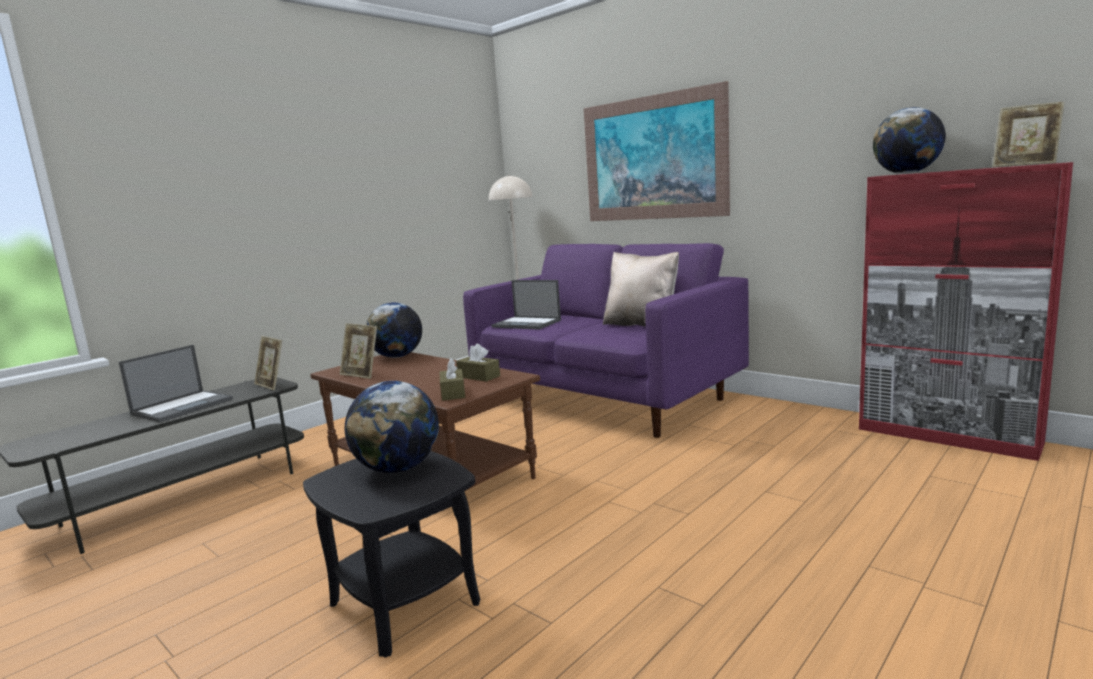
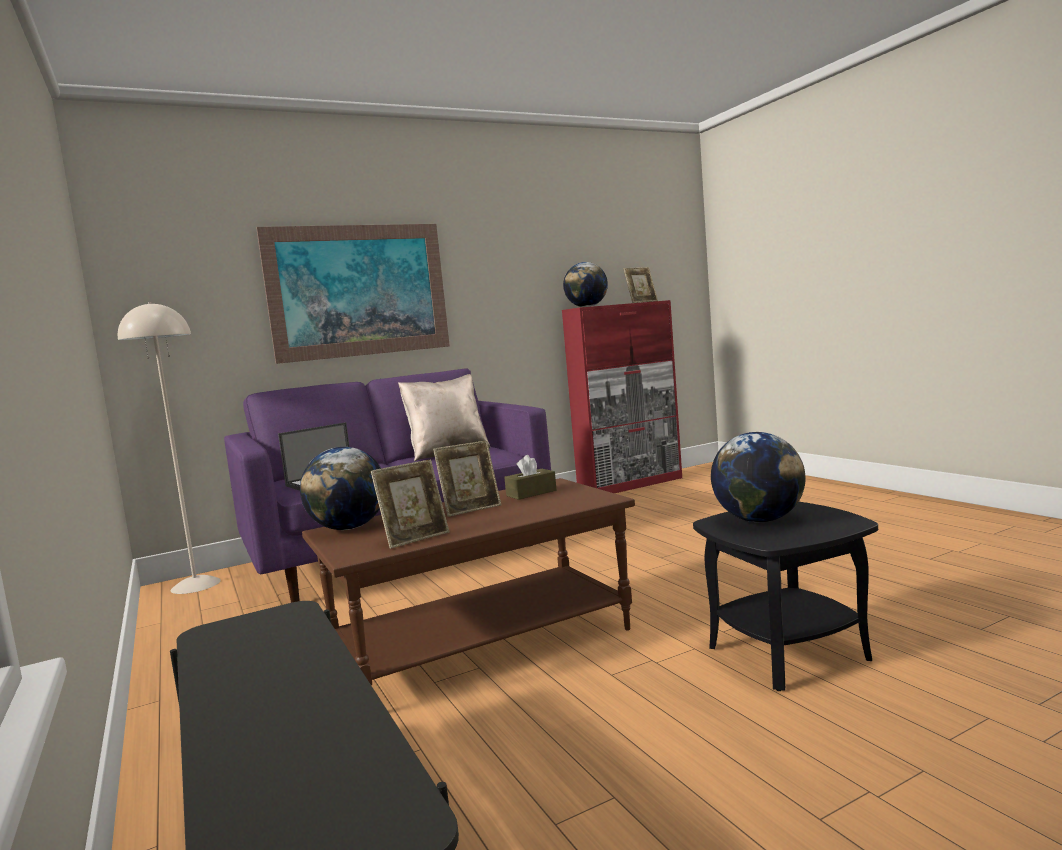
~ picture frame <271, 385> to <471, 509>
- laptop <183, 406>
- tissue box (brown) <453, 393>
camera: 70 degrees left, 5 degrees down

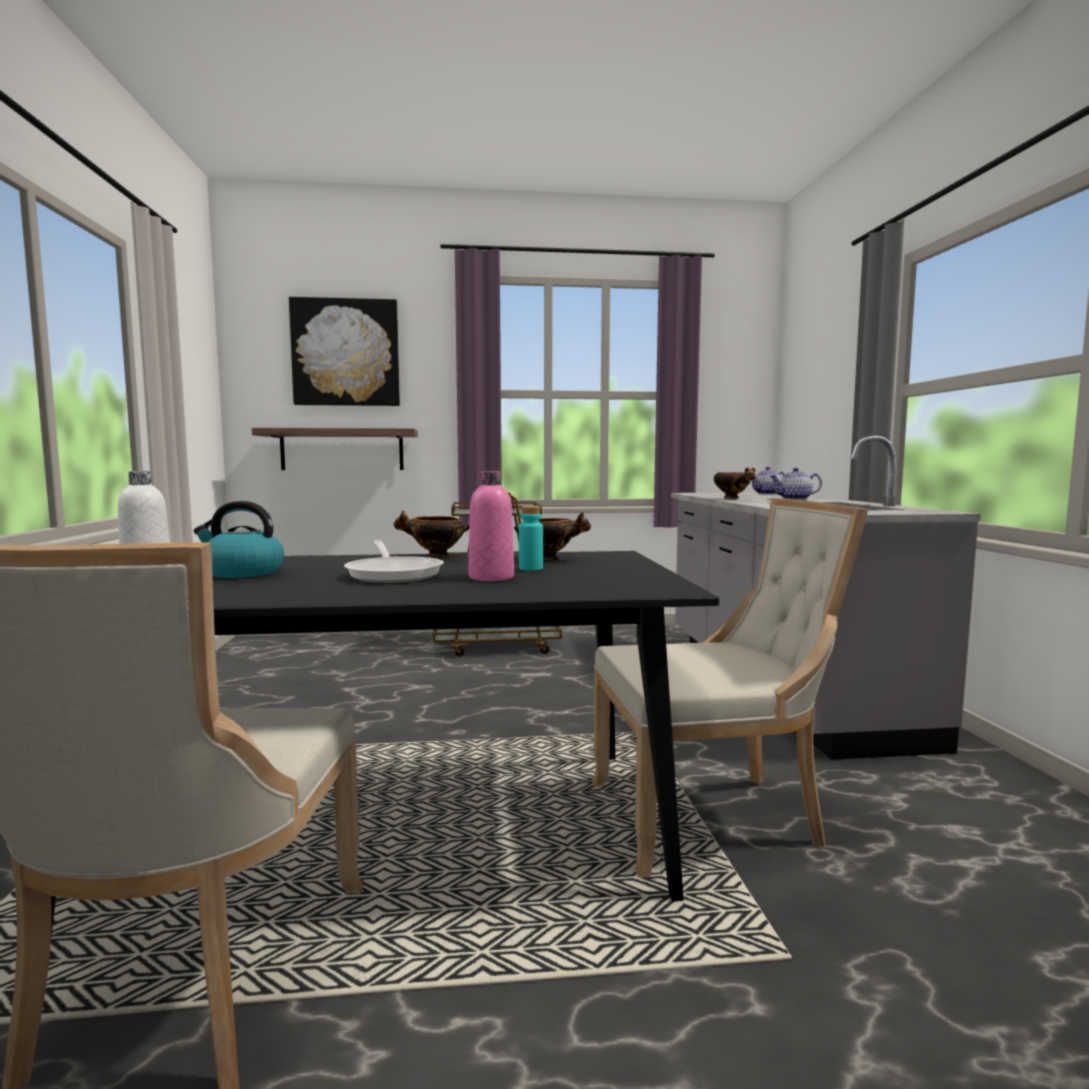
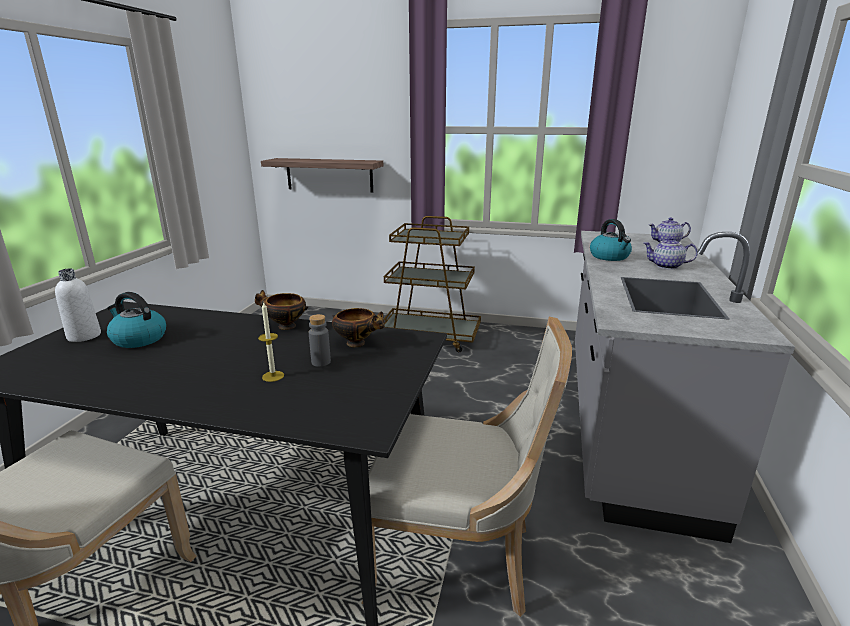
~ bottle (pink) <491, 577> to candle <273, 376>
~ bottle (turquoise) <531, 568> to bottle (grey) <321, 362>
~ bowl <733, 498> to kettle <610, 257>
- picture <346, 353>
- frying pan <394, 574>
camera: 20 degrees right, 15 degrees up

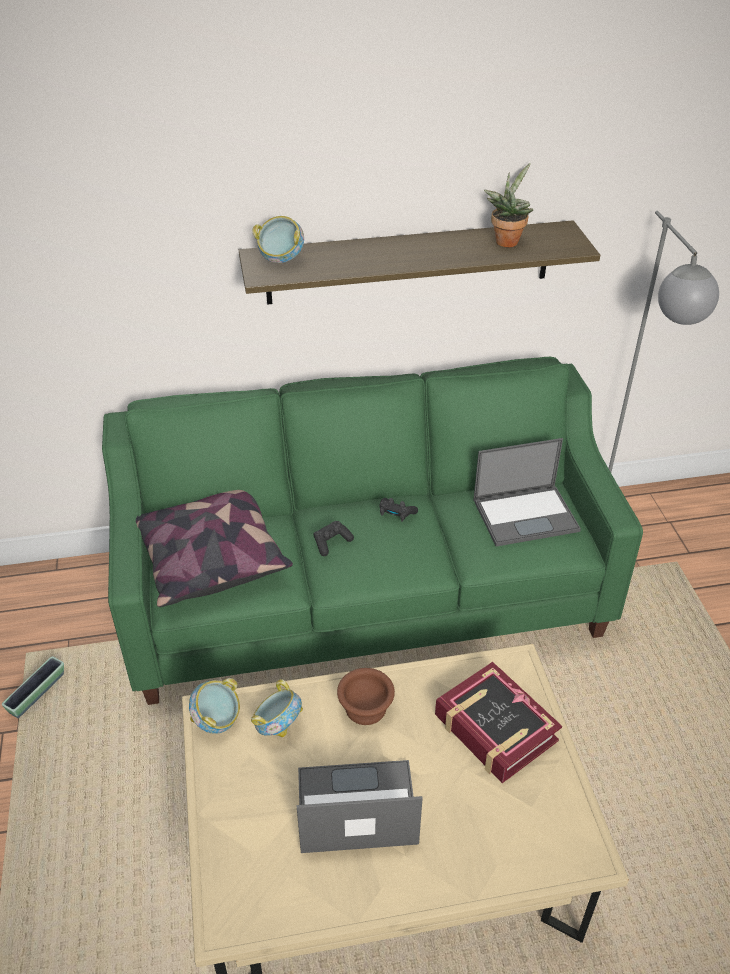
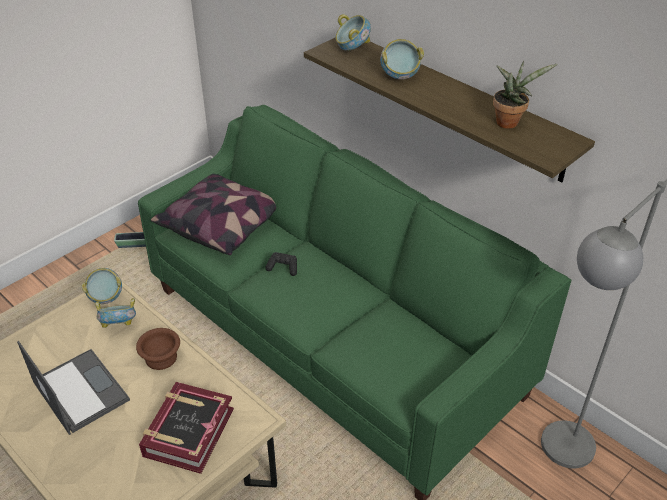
+ bowl <399, 76>
- game controller (black) <396, 514>
- laptop <526, 515>
camera: 55 degrees right, 0 degrees up

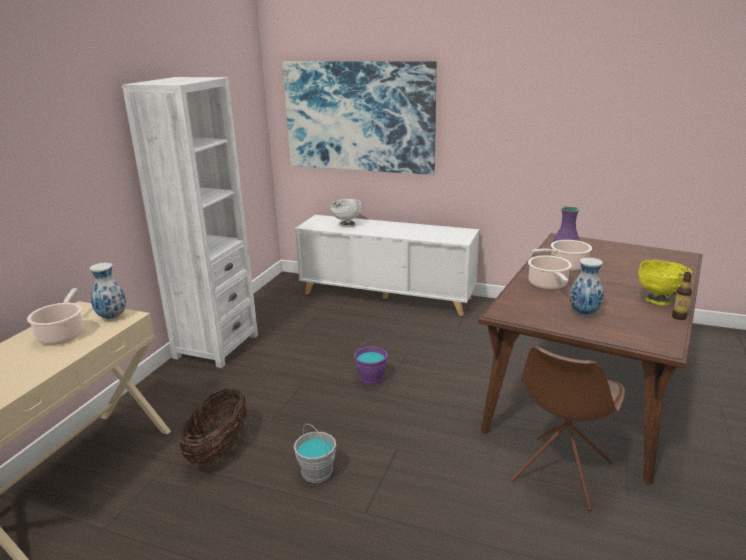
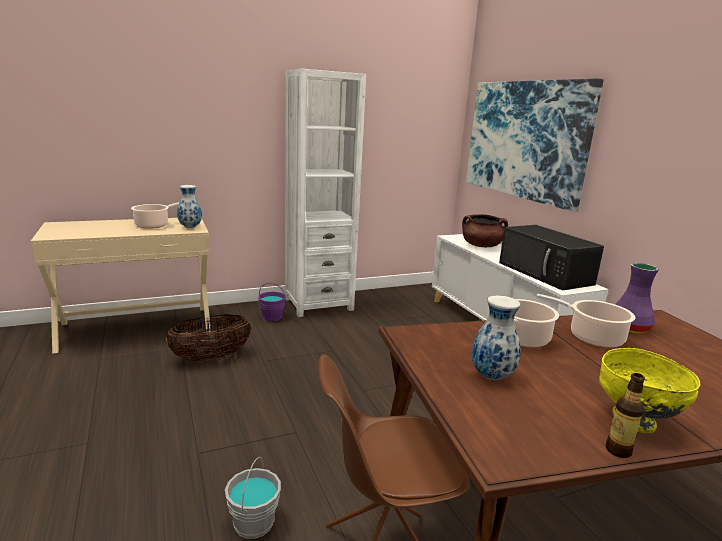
~ bucket (grey) <317, 472> to <254, 523>
~ bucket (purple) <371, 378> to <272, 317>
~ bowl (white) <347, 225> to cooking pot (brown) <481, 246>
+ microwave (black) <546, 273>
camera: 45 degrees right, 5 degrees down

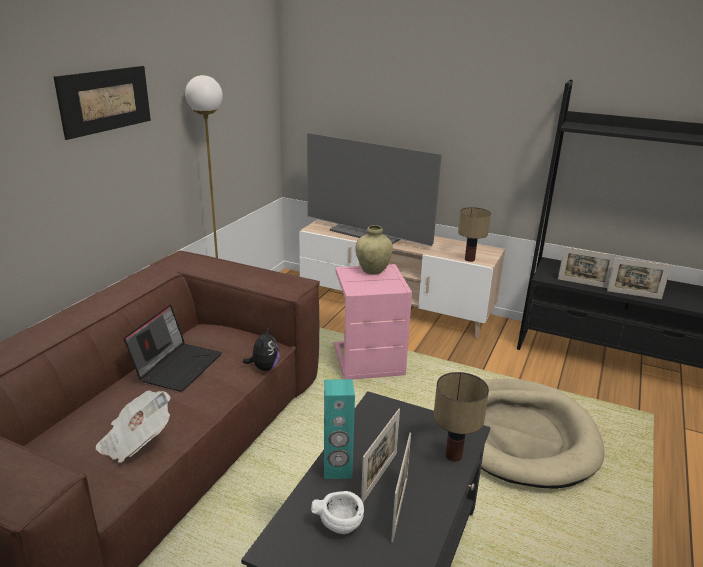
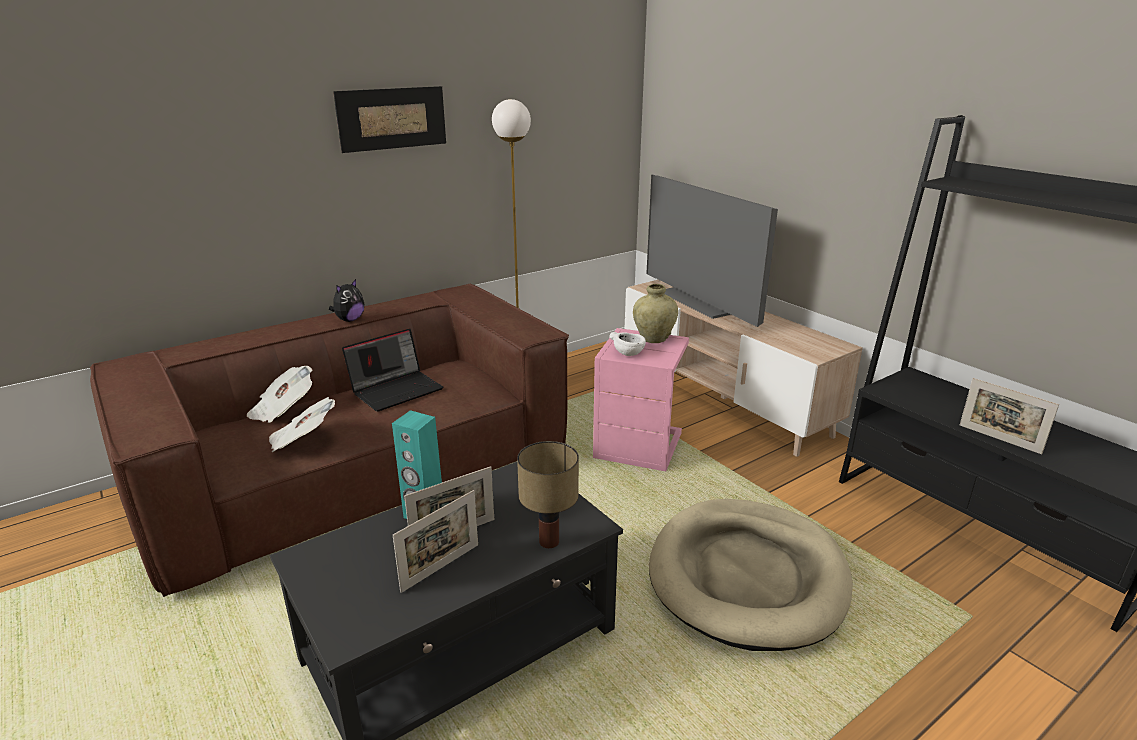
+ newspaper <283, 410>
~ plush toy <264, 367> to <349, 320>
~ bowl (white) <340, 523> to <628, 353>
- table lamp <470, 259>
- picture frame <583, 283>
camera: 30 degrees right, 0 degrees up

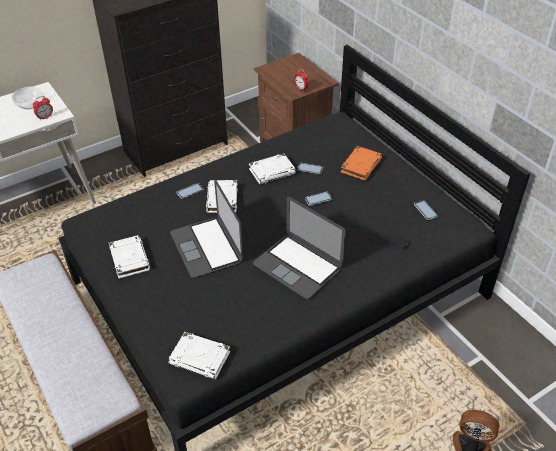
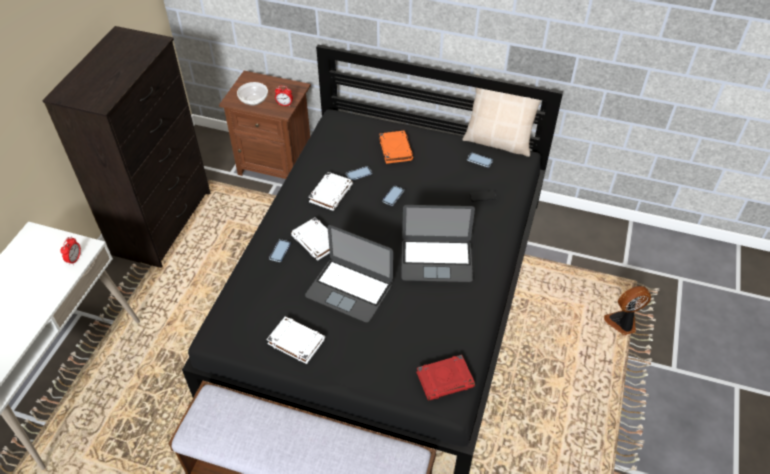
~ bowl <30, 104> to <254, 100>
~ book (white) <200, 358> to book (red) <445, 379>
+ pillow (beige) <498, 141>
camera: 40 degrees left, 5 degrees up

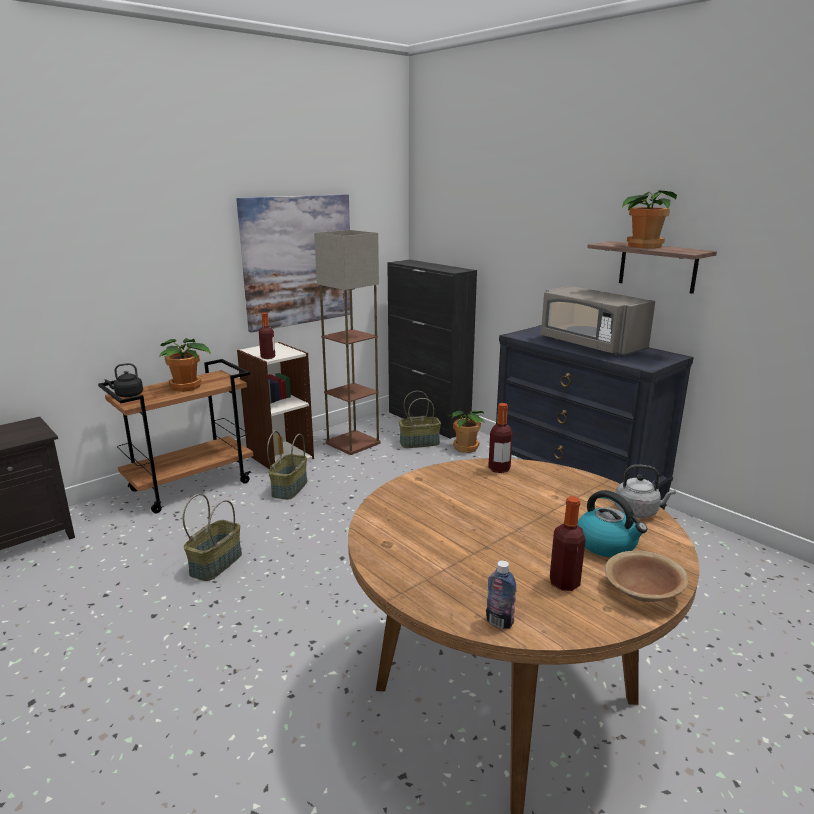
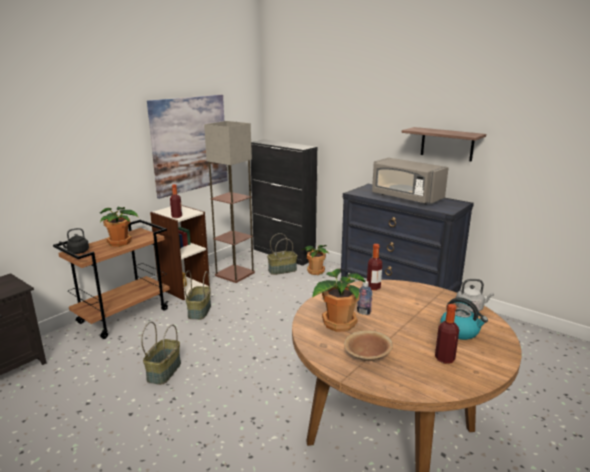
~ potted plant <643, 246> to <337, 323>
~ bowl (brown) <642, 592> to <367, 355>
~ bottle <499, 622> to <364, 312>
camera: 10 degrees left, 0 degrees up

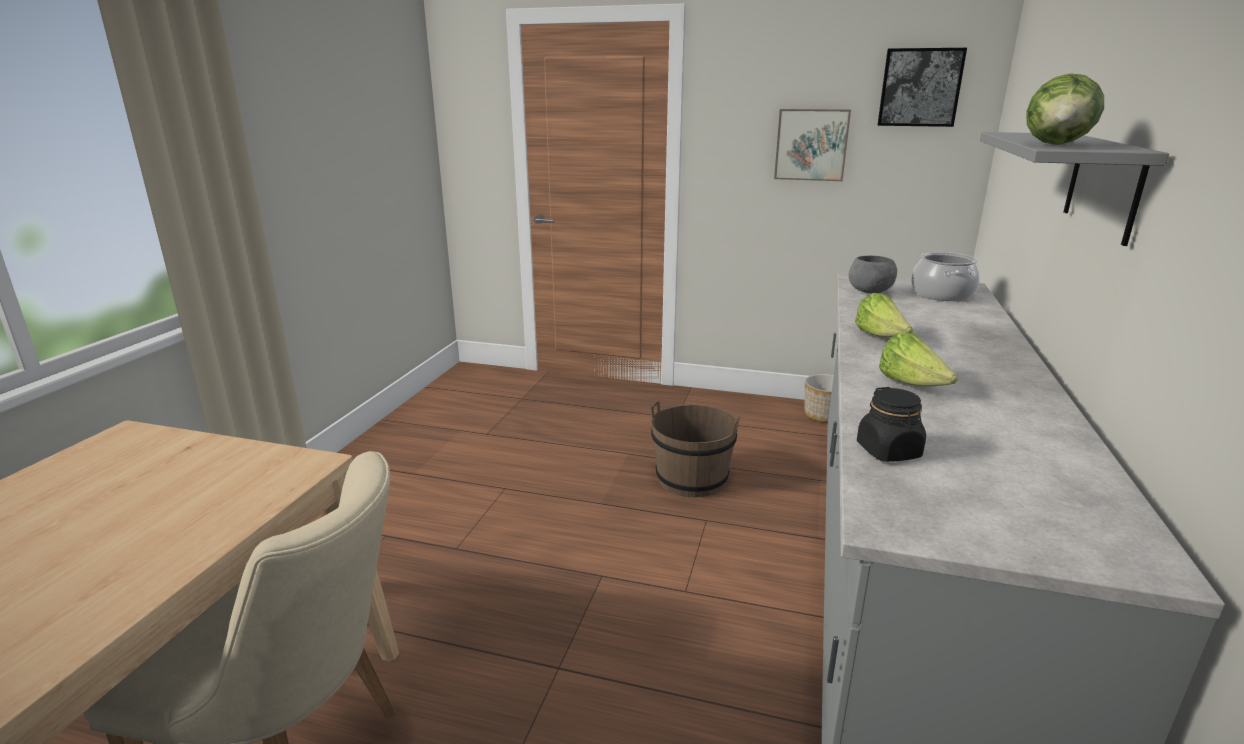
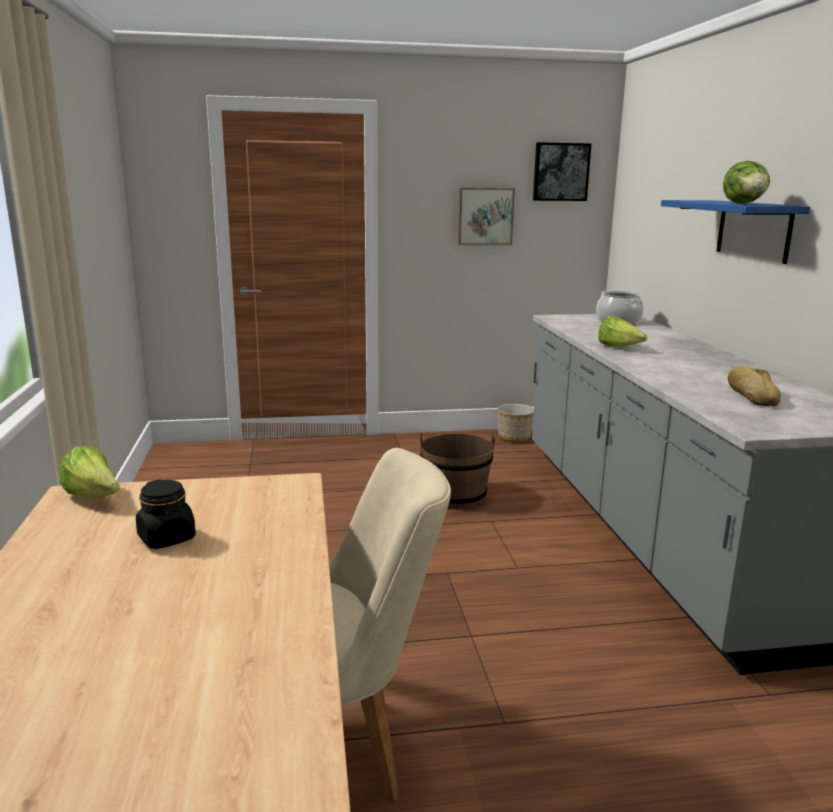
~ lettuce <911, 384> to <94, 497>
~ jar (black) <889, 451> to <167, 538>
~ shelf (grey) <1103, 185> to shelf (blue) <753, 230>
+ bread <751, 395>
- bowl (grey) <870, 292>
camera: 25 degrees left, 5 degrees down

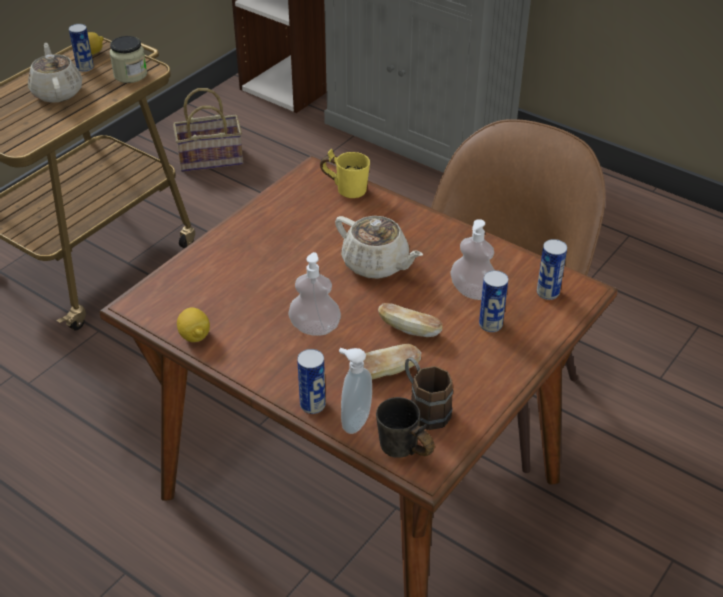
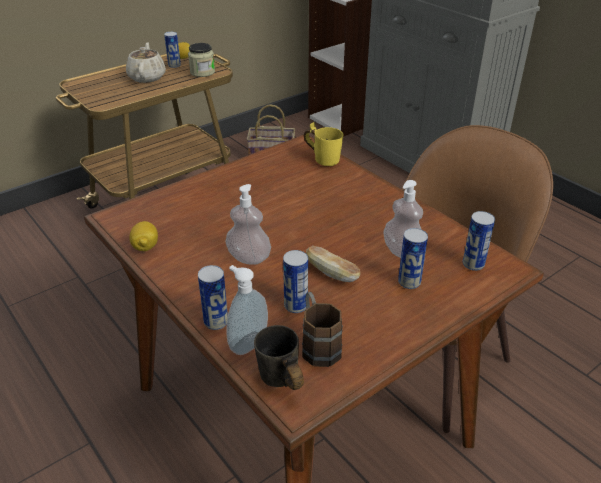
~ bread <386, 372> to can <295, 305>
- teapot (beige) <376, 264>
camera: 15 degrees right, 5 degrees down

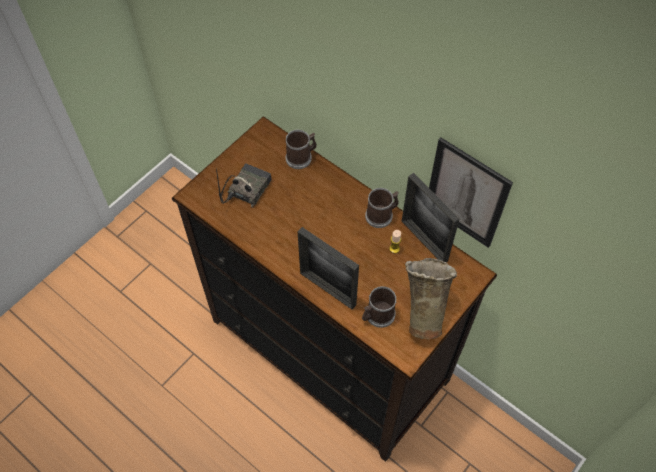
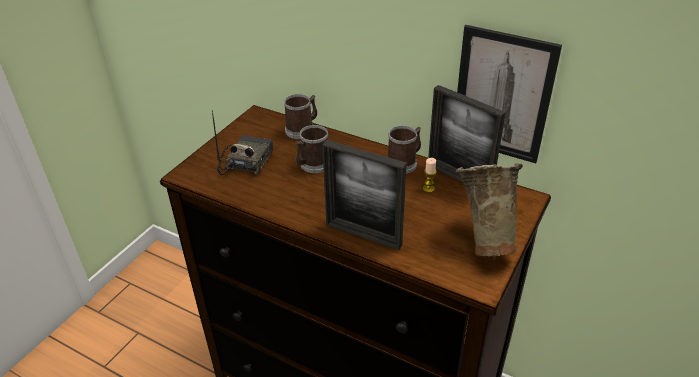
~ mug <377, 315> to <312, 165>
camera: 10 degrees left, 20 degrees down

